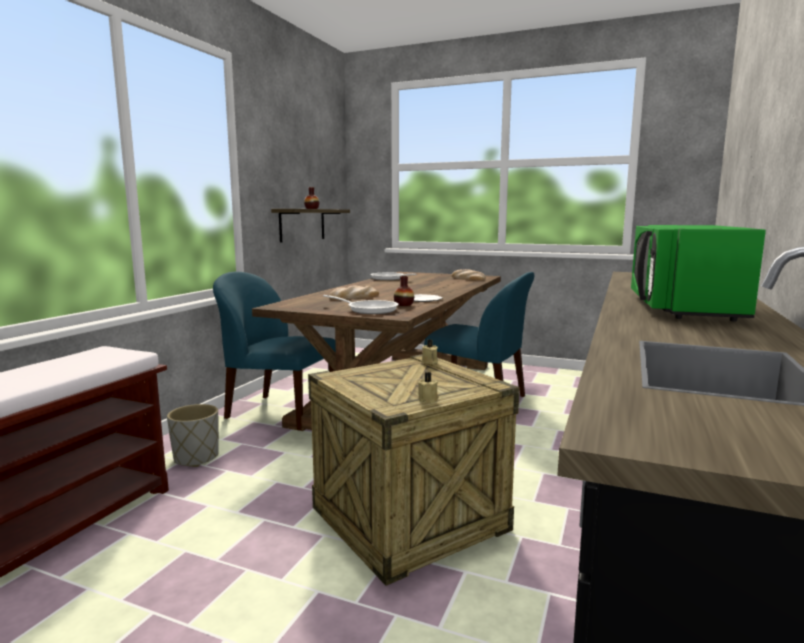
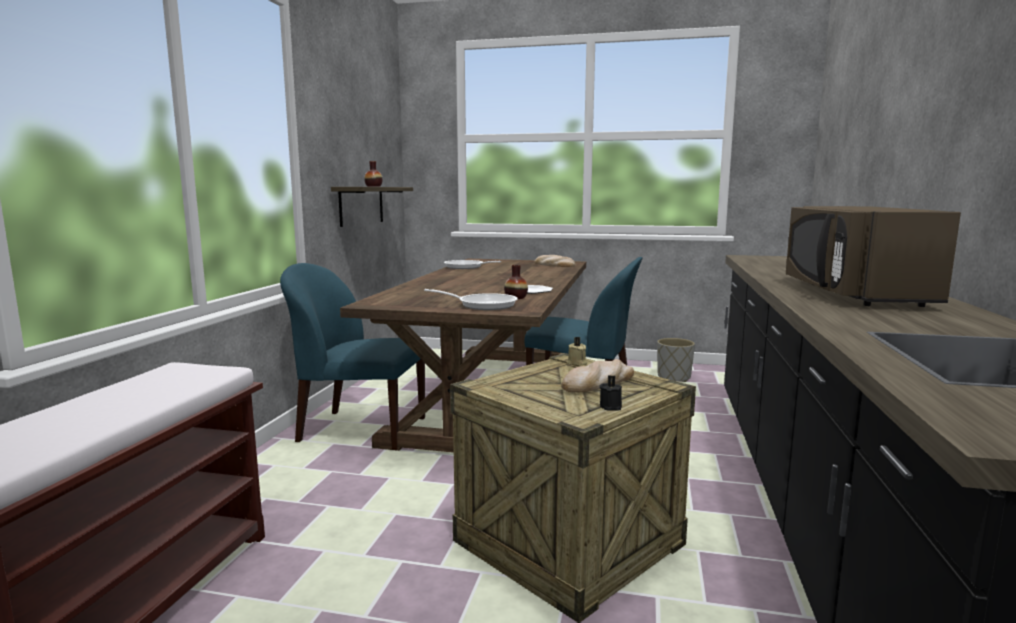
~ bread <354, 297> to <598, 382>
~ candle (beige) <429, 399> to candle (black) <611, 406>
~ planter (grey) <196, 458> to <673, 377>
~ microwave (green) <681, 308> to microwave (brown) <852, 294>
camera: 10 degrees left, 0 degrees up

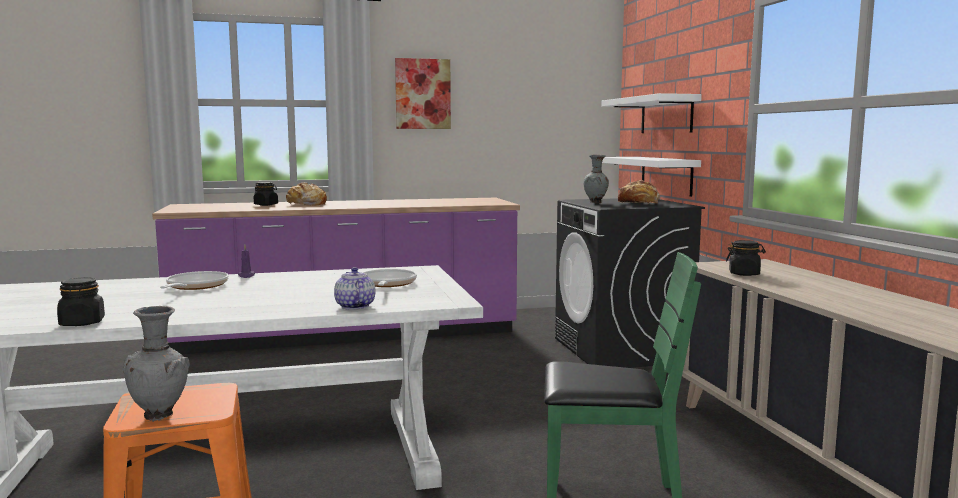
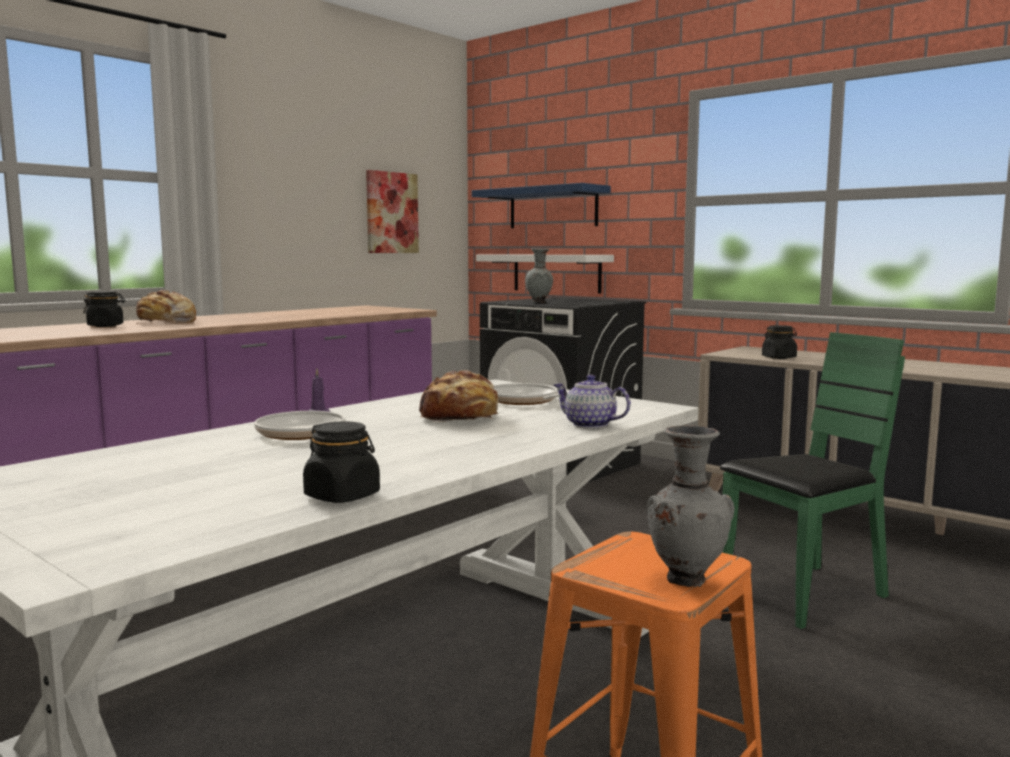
~ picture <422, 94> to <391, 213>
~ bread <638, 204> to <460, 418>
~ shelf (white) <666, 115> to shelf (blue) <553, 208>
camera: 35 degrees left, 0 degrees up

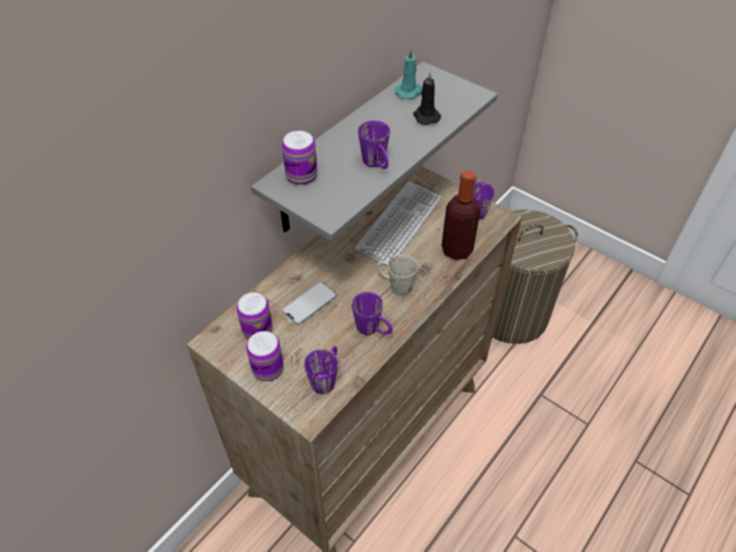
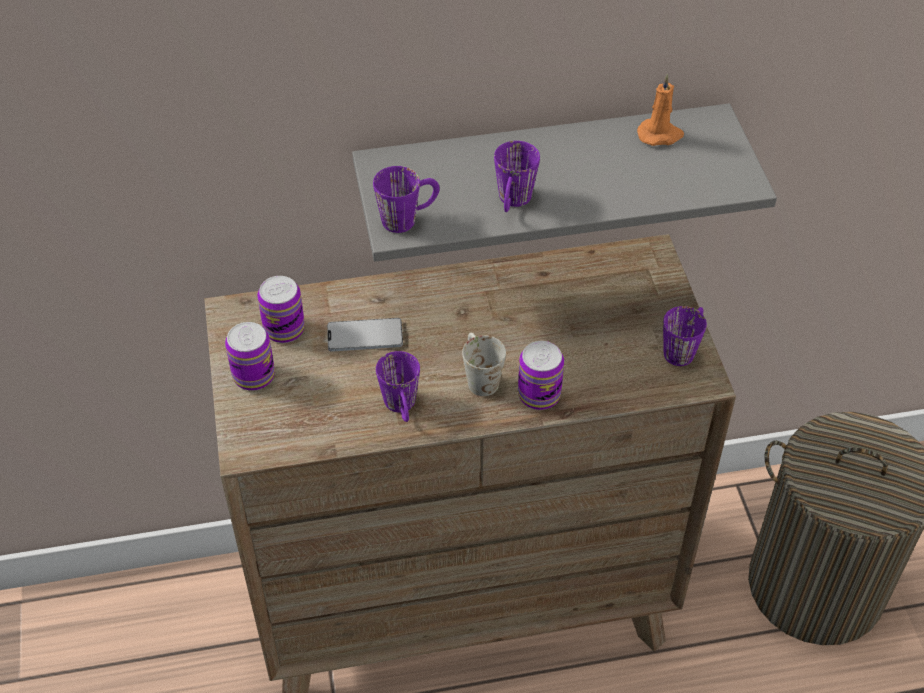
~ mug (purple) <326, 377> to <408, 217>
~ can <301, 176> to <539, 395>
~ candle (turquoise) <409, 92> to candle (orange) <660, 135>
- keyboard <399, 224>
- candle (black) <425, 116>
- bottle <457, 250>
camera: 40 degrees right, 0 degrees up

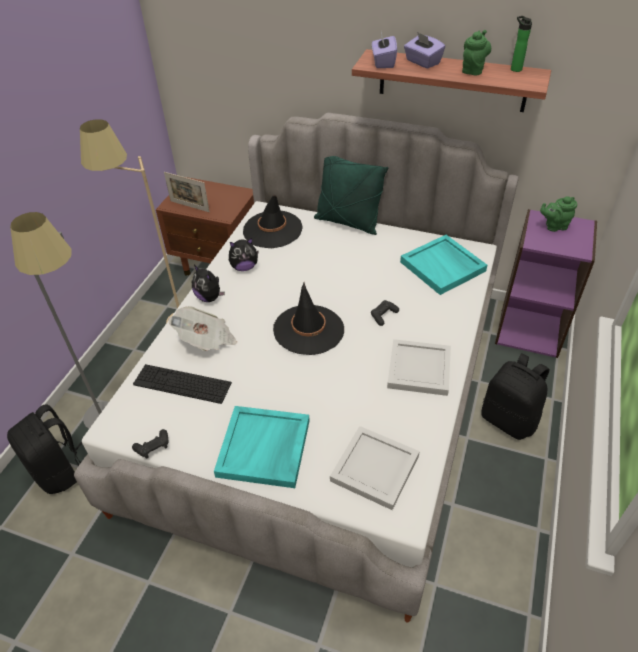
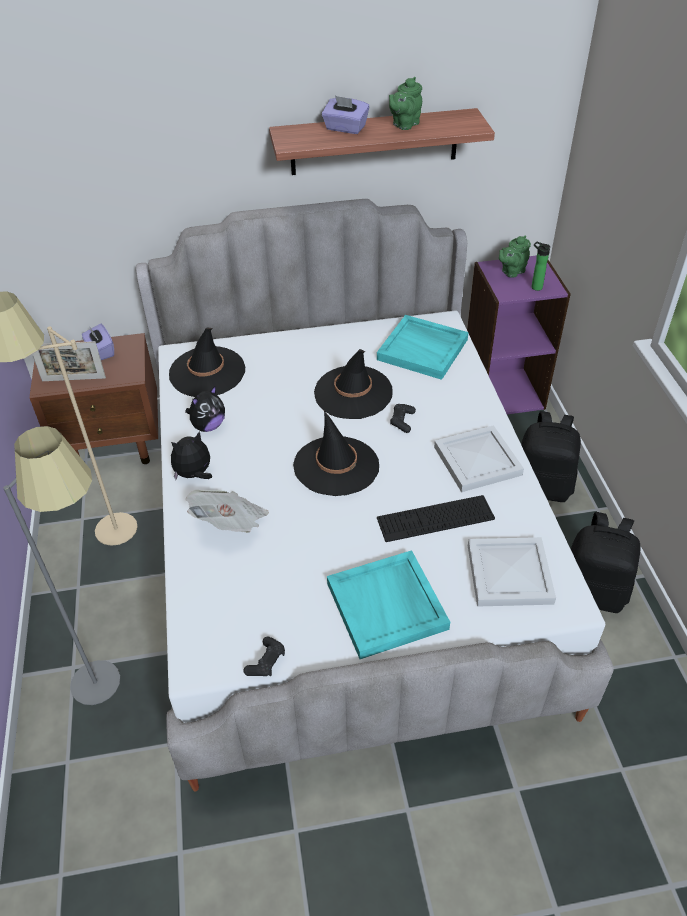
~ tissue box (purple) <383, 62> to <100, 351>
~ plush toy <209, 297> = <194, 475> 135 degrees clockwise
+ hat (black) <353, 393>
~ keyboard <182, 384> to <435, 518>
~ teapot (green) <473, 69> = <404, 125> 135 degrees counterclockwise
~ bottle <515, 69> to <535, 287>
~ backpack (black) <60, 470> to <593, 591>
- pillow (green) <348, 222>
camera: 30 degrees left, 0 degrees up

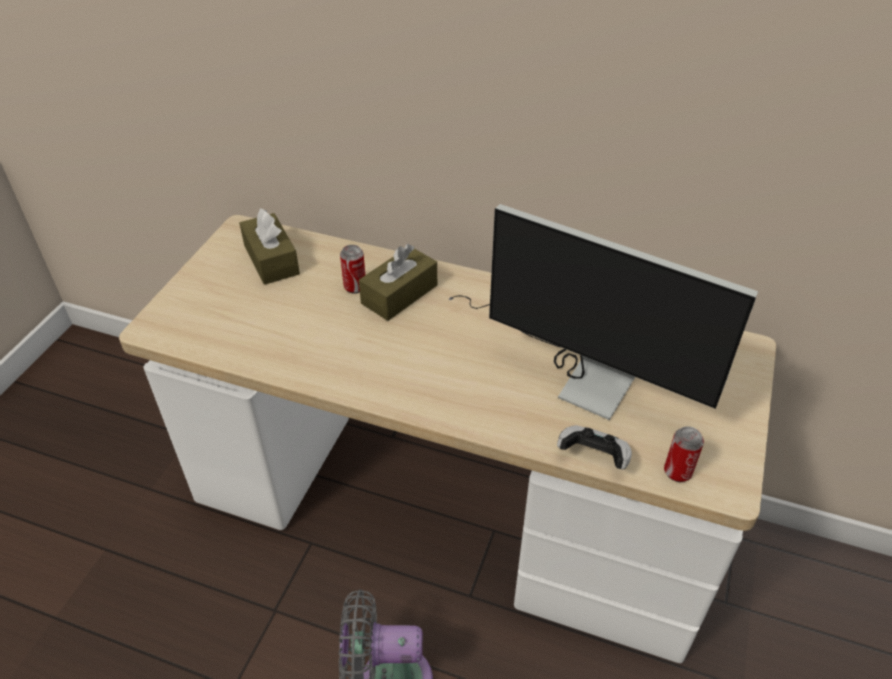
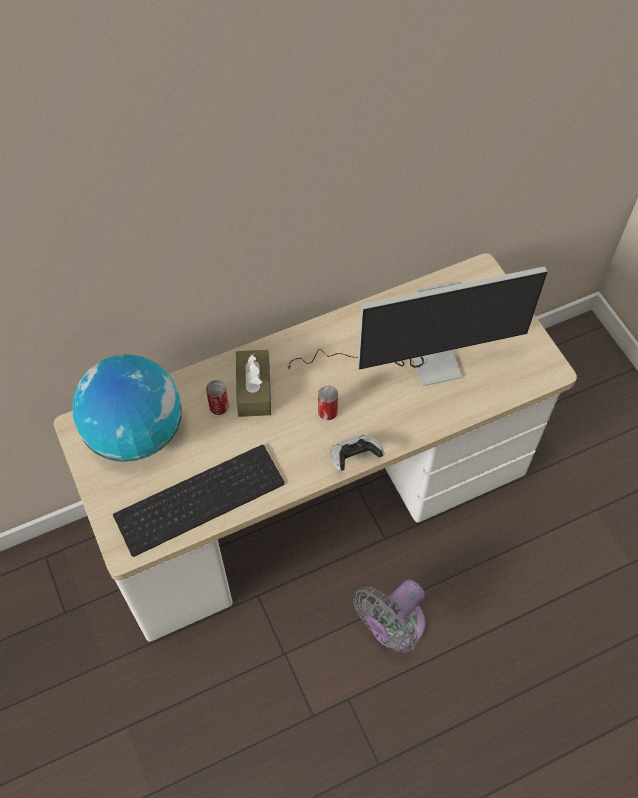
~ tissue box (brown) <271, 260> to globe <135, 433>
+ keyboard <200, 496>
~ can <677, 472> to <327, 413>
~ game controller <593, 457> to <354, 457>
camera: 45 degrees left, 15 degrees up

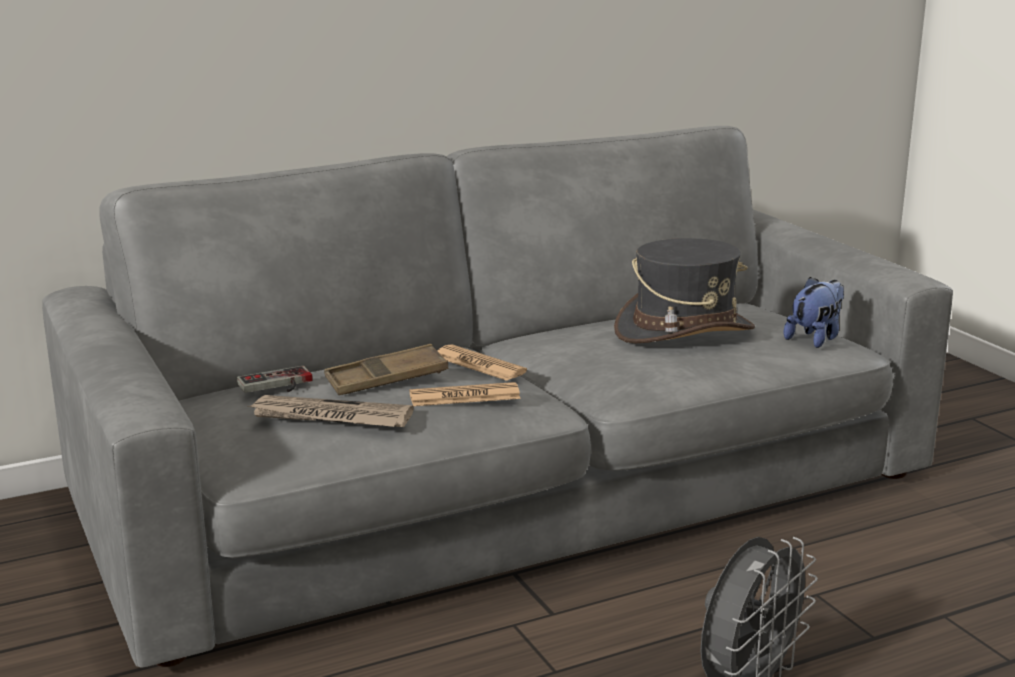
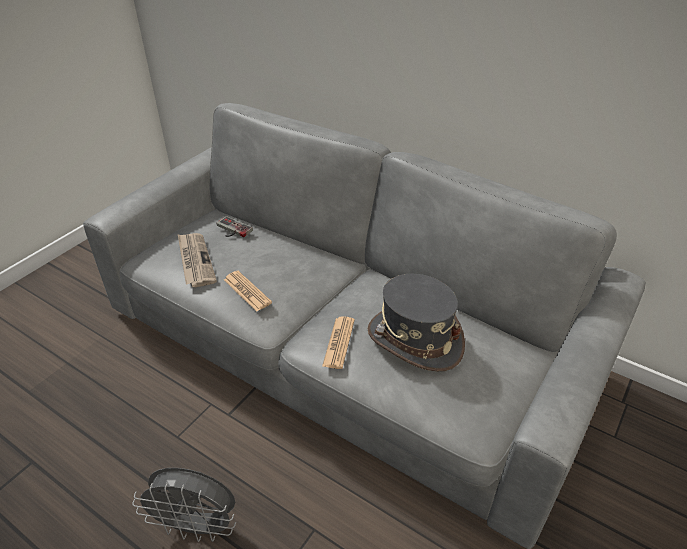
~ newspaper <479, 364> to <338, 343>
- tray (brown) <386, 379>
- plush toy <815, 338>
camera: 60 degrees right, 20 degrees up

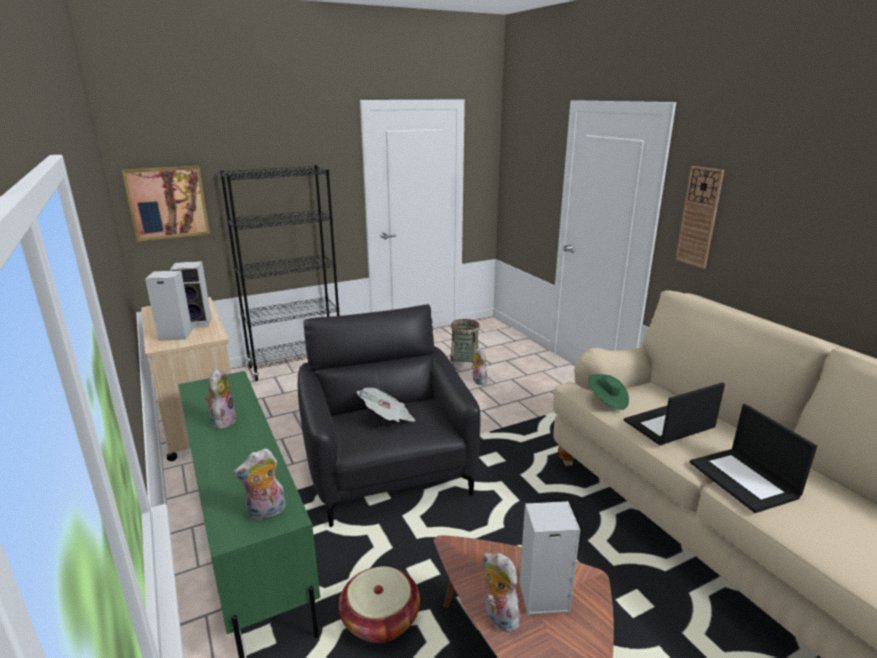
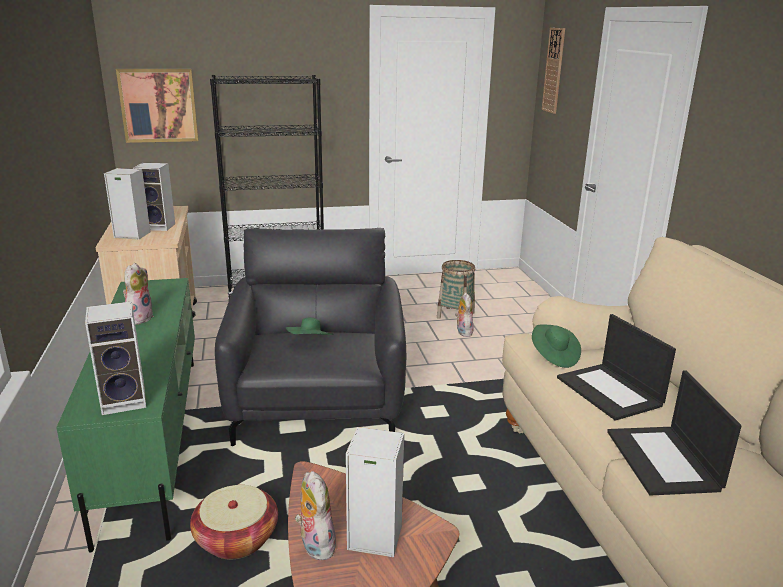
~ plush toy <266, 513> to speaker <126, 400>
~ newspaper <387, 418> to hat (green) <310, 343>
~ wall clock <699, 217> to <554, 70>
~ laptop <668, 425> = <610, 392> 105 degrees counterclockwise
camera: 15 degrees right, 0 degrees up

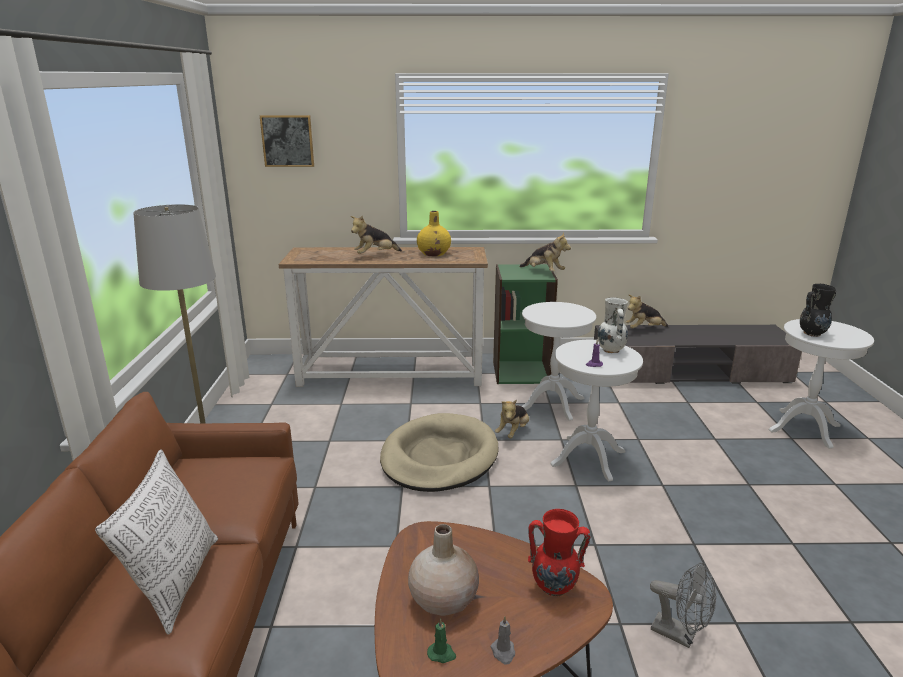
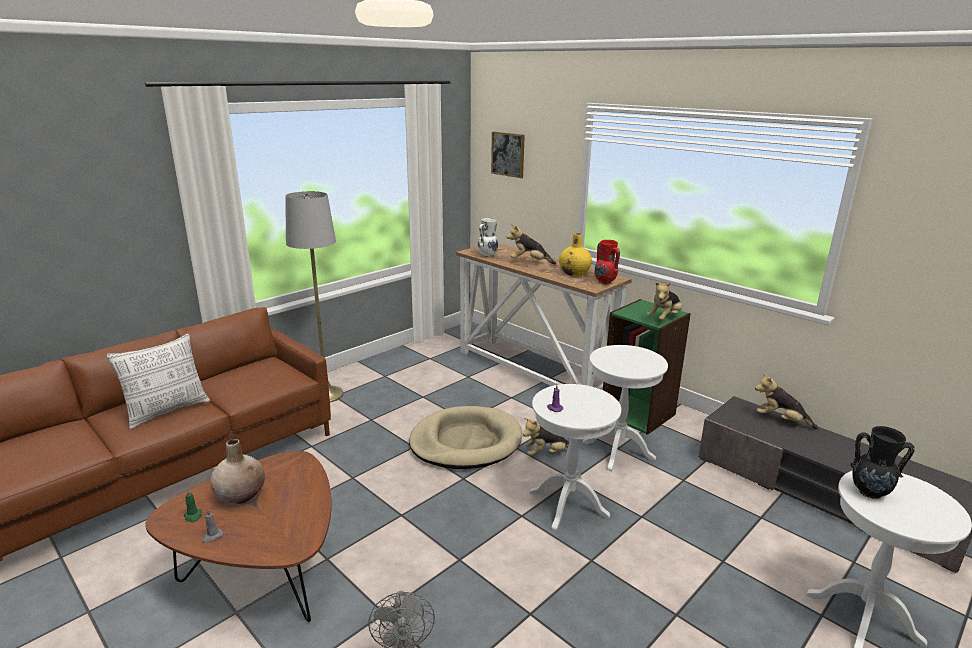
~ vase (white) <611, 350> to <488, 256>
~ vase (red) <555, 588> to <605, 282>
~ plush toy <543, 272> = <665, 318> 45 degrees clockwise
camera: 45 degrees right, 0 degrees up

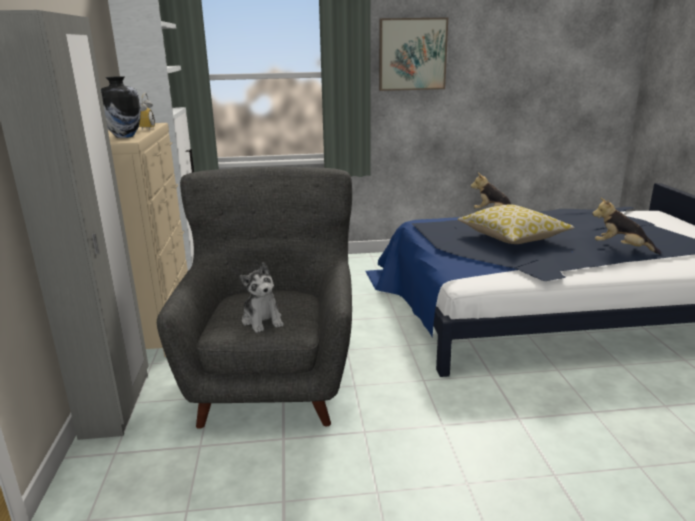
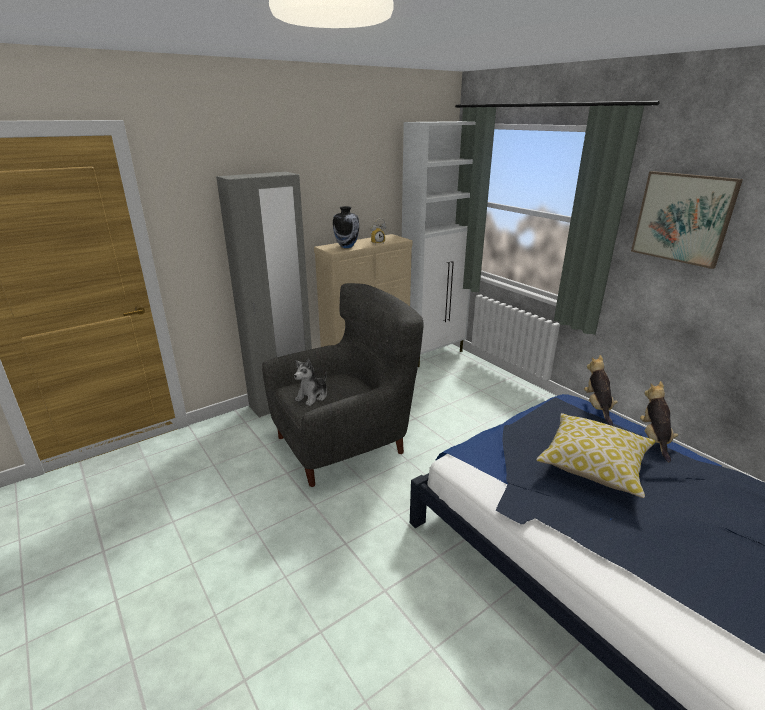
~ plush toy <621, 248> to <597, 407>
camera: 60 degrees right, 5 degrees up

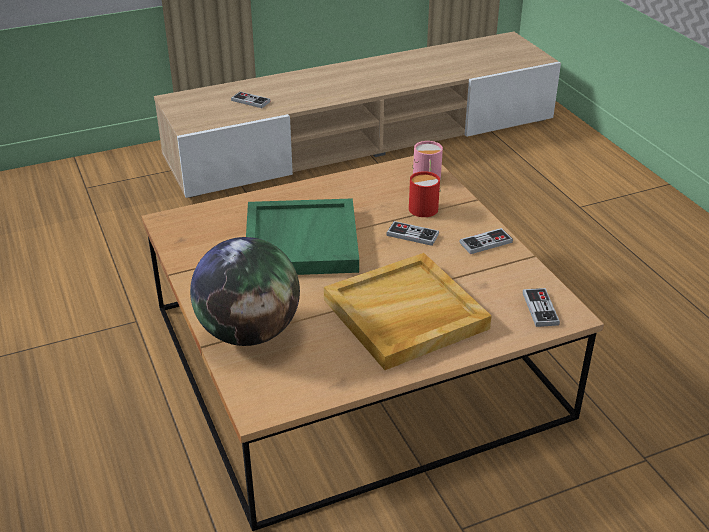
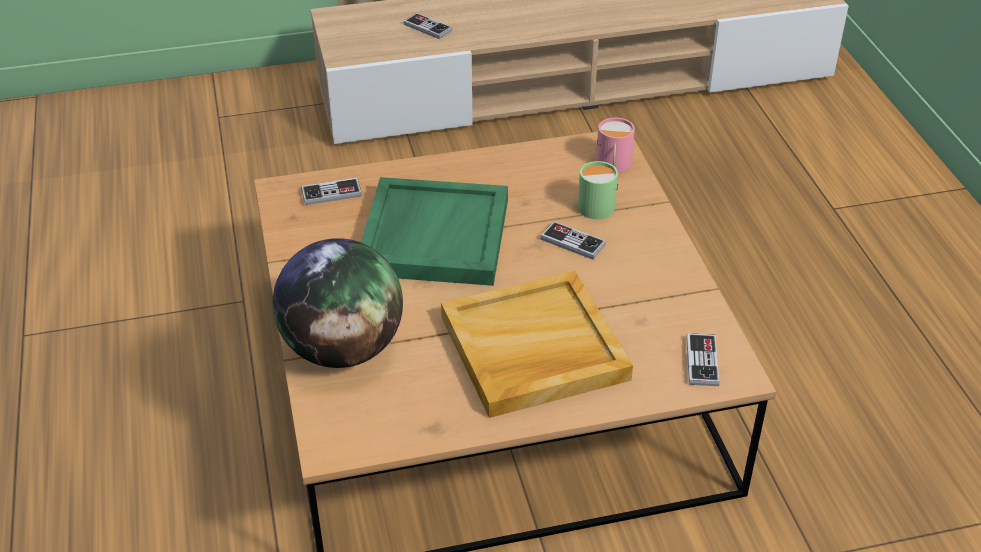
~ game controller <486, 243> to <331, 193>
~ mug (red) <422, 207> to mug (green) <596, 204>
camera: 10 degrees right, 5 degrees up

